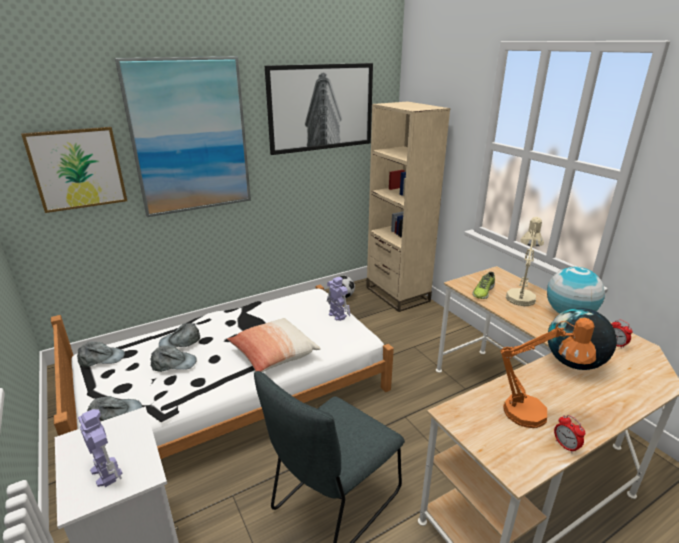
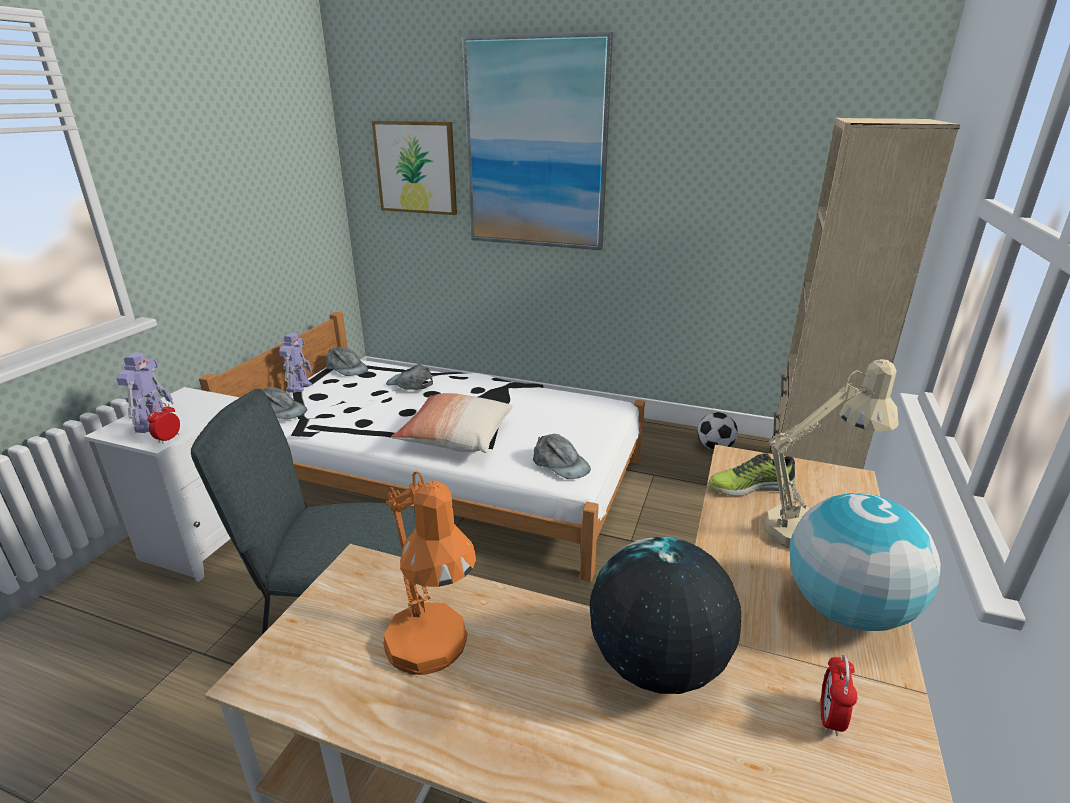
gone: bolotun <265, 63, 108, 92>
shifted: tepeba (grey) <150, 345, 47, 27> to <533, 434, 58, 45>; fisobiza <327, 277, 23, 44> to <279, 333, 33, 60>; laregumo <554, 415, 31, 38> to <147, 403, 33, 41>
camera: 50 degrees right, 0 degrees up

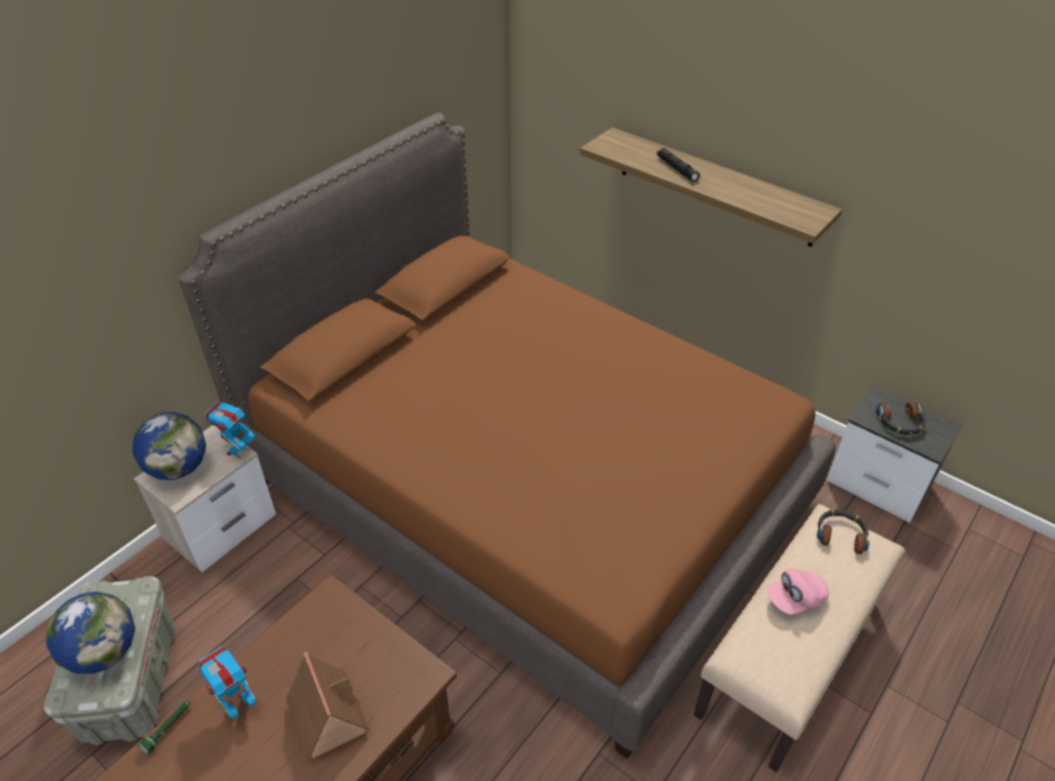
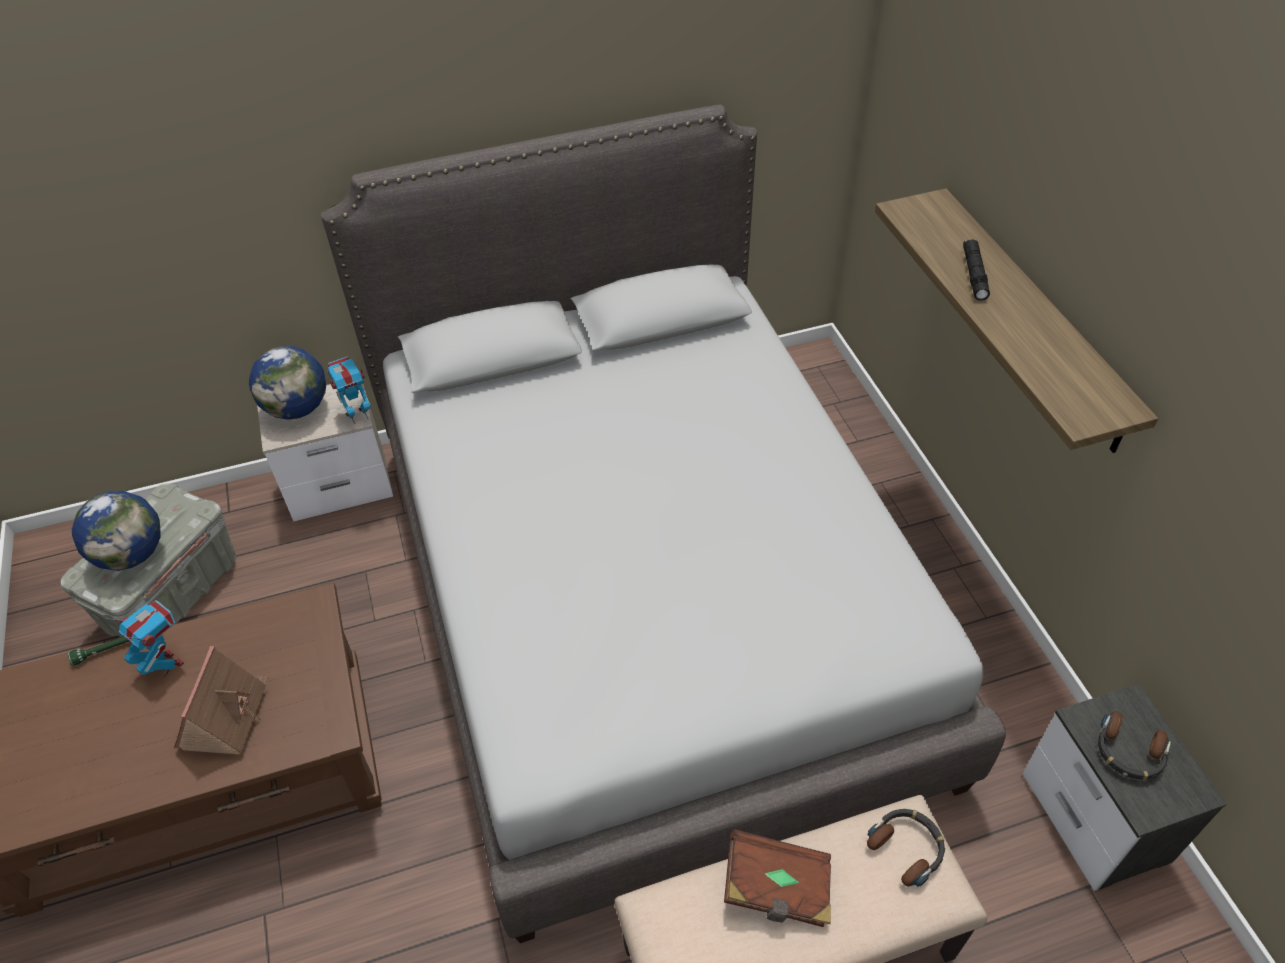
swapped: tepeba (pink) <767, 569, 62, 46> to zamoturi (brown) <724, 829, 107, 98>
repainted: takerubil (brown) <178, 112, 658, 647> to takerubil (grey) <321, 104, 685, 839>
rotated: fisobiza <199, 647, 58, 72> = <105, 600, 79, 77> 45 degrees clockwise
camera: 35 degrees right, 5 degrees up

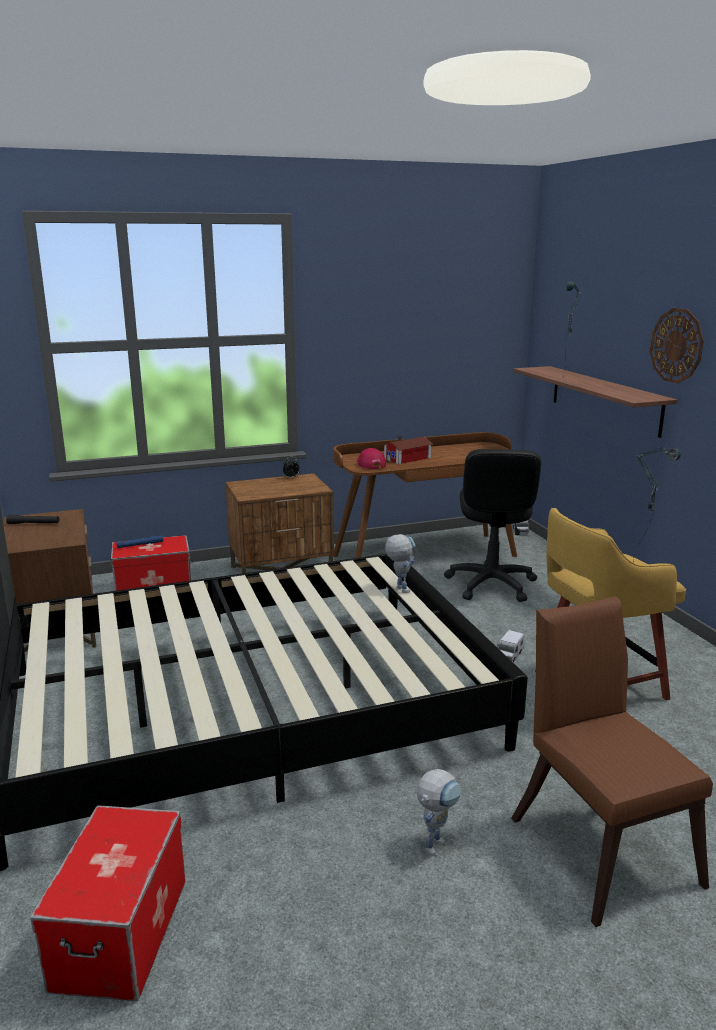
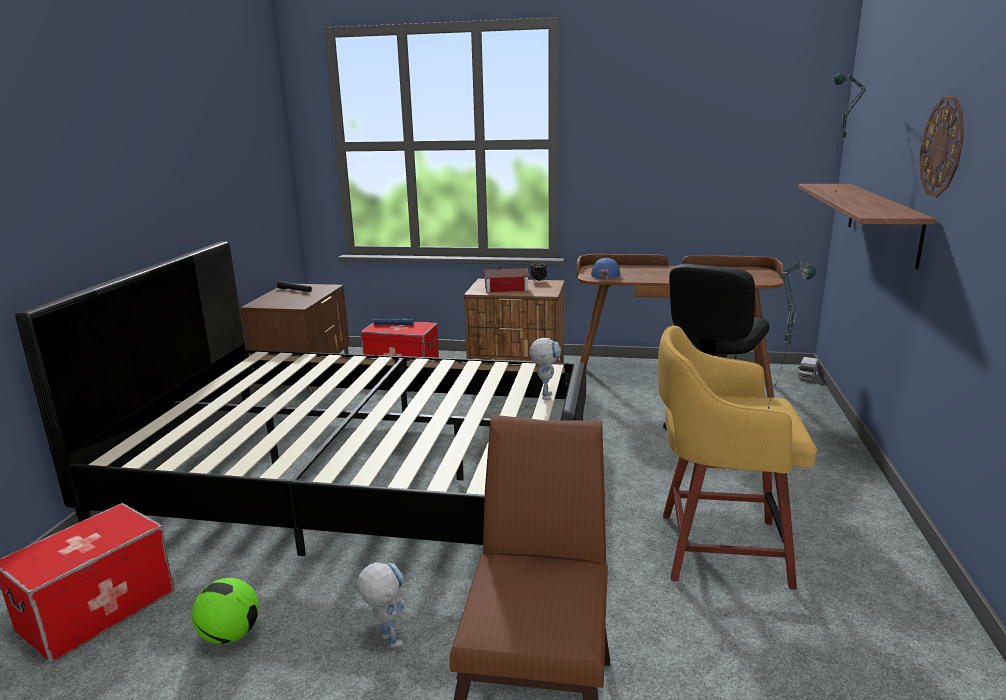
gone: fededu <497, 630, 28, 32>
new: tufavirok <192, 578, 67, 66>
shifted: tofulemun <383, 436, 50, 28> to <484, 265, 45, 27>
repainted: tepeba (red) <356, 448, 30, 21> to tepeba (blue) <591, 258, 29, 21>
rotated: fisobiza <417, 769, 45, 87> = <357, 562, 48, 86> 105 degrees counterclockwise
camera: 30 degrees right, 0 degrees up

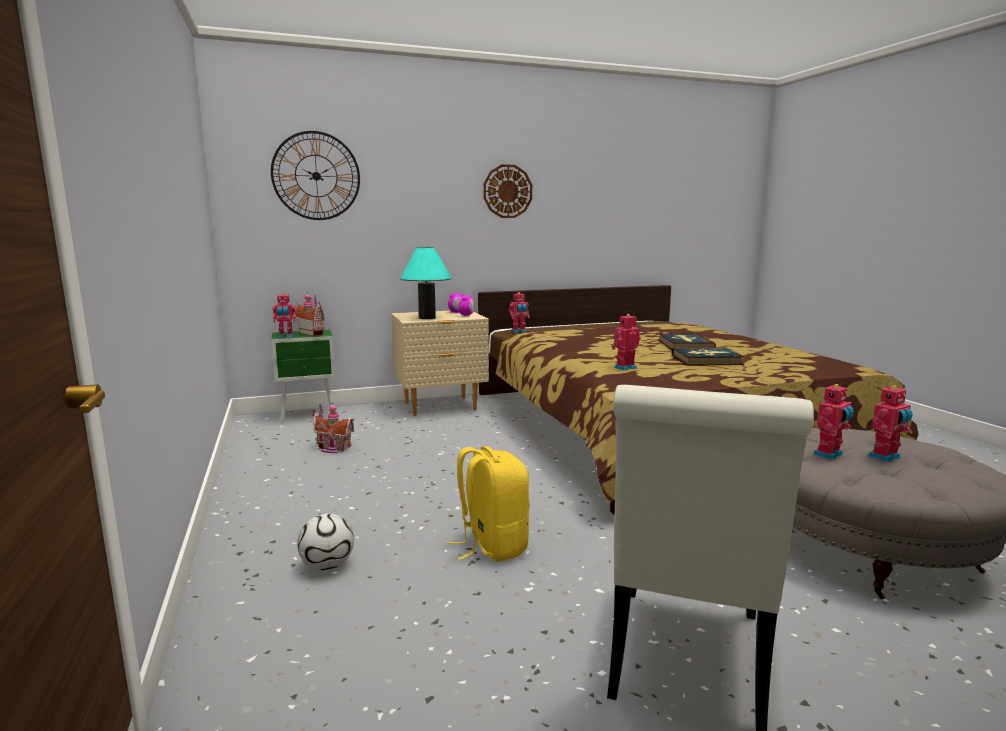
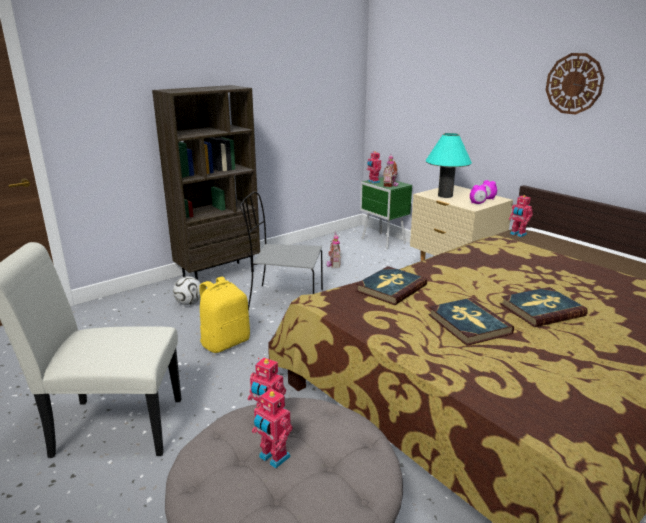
gone: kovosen <271, 131, 89, 89>
new: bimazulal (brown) <152, 85, 108, 195>; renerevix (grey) <240, 192, 83, 119>
swapped: fisobiza <611, 314, 30, 57> to zamoturi <356, 266, 71, 39>
camera: 70 degrees right, 10 degrees up

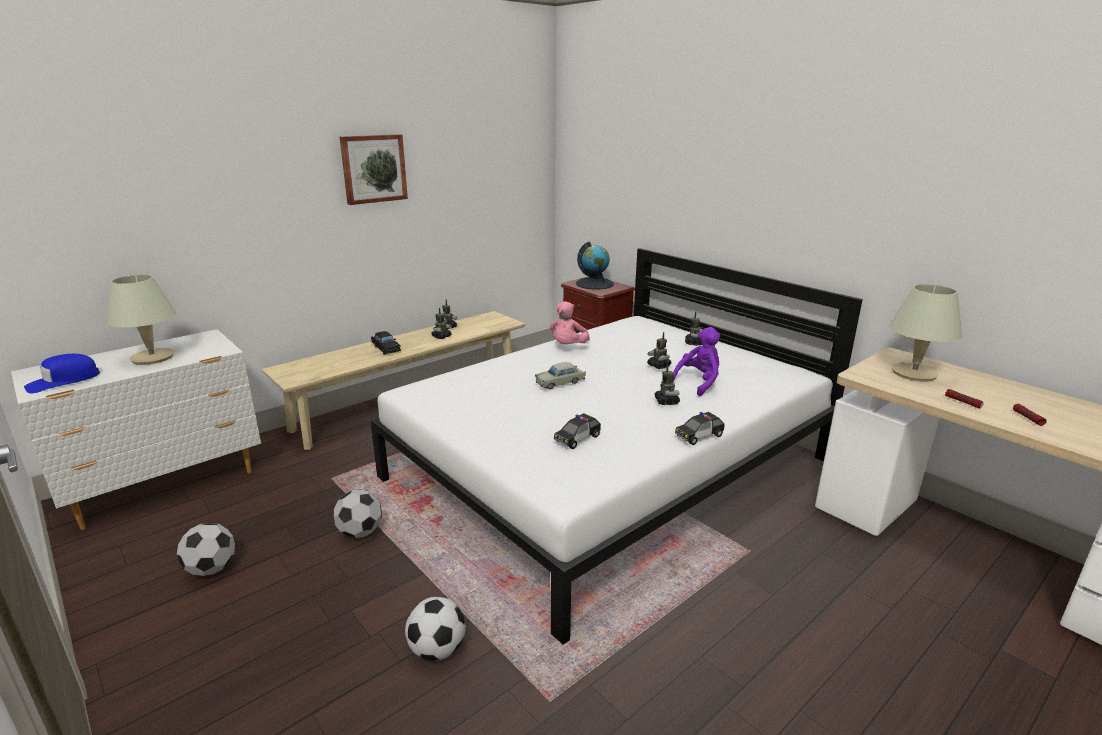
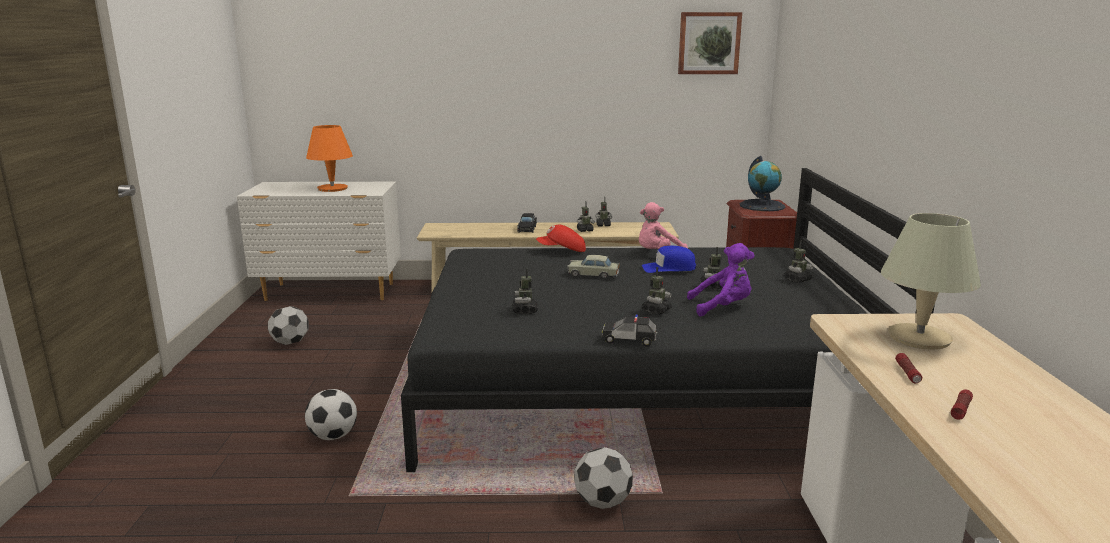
new: tepeba (red) <536, 225, 50, 27>
shifted: tepeba (blue) <24, 354, 76, 40> to <642, 246, 54, 27>; tufavirok <334, 489, 48, 49> to <574, 447, 59, 62>; bolotun <340, 134, 68, 71> to <678, 12, 64, 62>
swapped: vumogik <554, 413, 47, 36> to fisobiza <512, 268, 26, 46>
repainted: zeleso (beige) <107, 274, 69, 91> to zeleso (orange) <306, 125, 47, 67>; takerubil (white) <370, 248, 493, 397> to takerubil (black) <401, 168, 534, 304>
camera: 40 degrees right, 5 degrees down

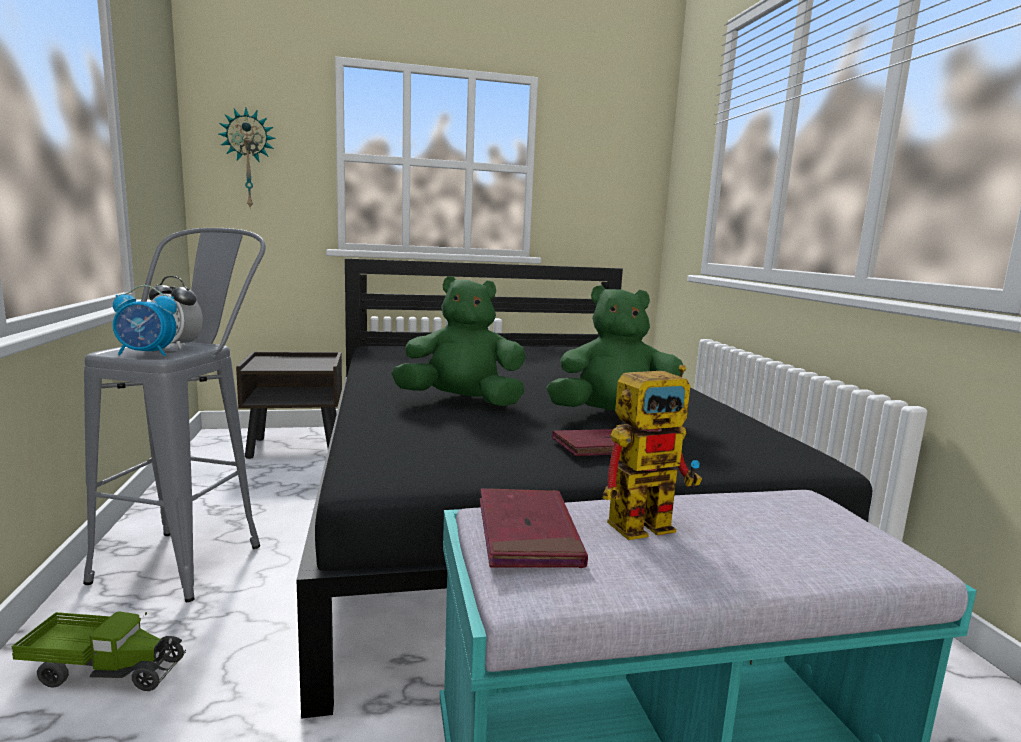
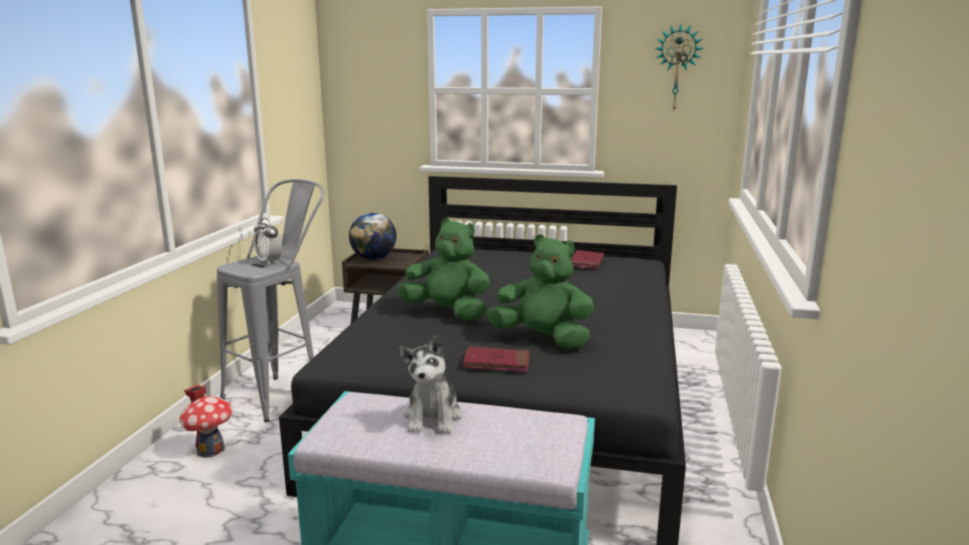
gone: laregumo <113, 285, 64, 71>
new: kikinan <349, 213, 48, 47>
shifted: kovosen <219, 108, 57, 102> to <655, 24, 49, 86>; zamoturi (red) <480, 488, 108, 80> to <571, 250, 33, 20>
swapped: fededu <11, 611, 175, 80> to tofulemun <180, 384, 52, 73>; fisobiza <603, 365, 99, 175> to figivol <400, 336, 62, 97>
camera: 25 degrees right, 5 degrees up

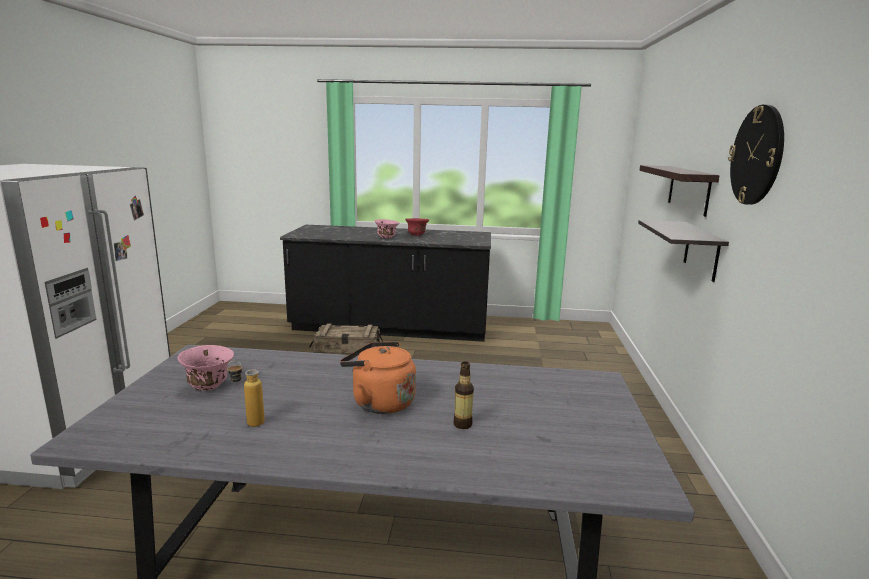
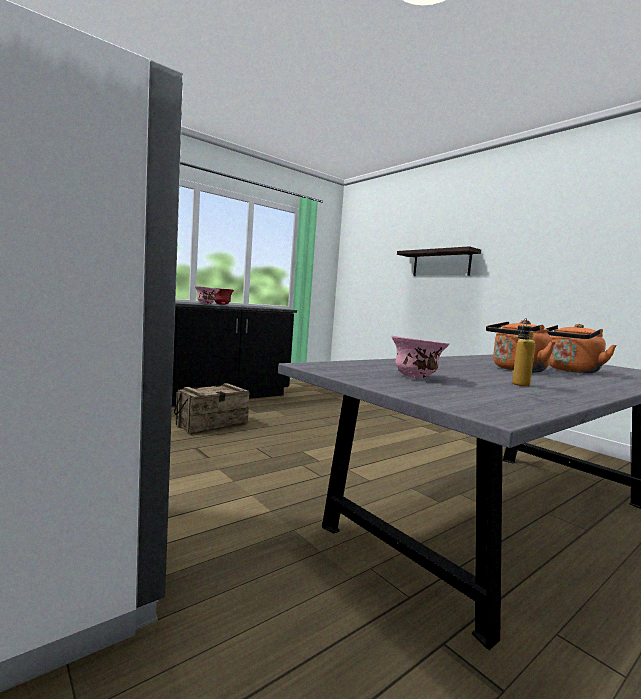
gone: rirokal <638, 220, 91, 62>; kovosen <728, 105, 56, 100>
swapped: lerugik <453, 361, 21, 68> to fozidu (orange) <546, 324, 71, 49>
camera: 45 degrees left, 10 degrees down

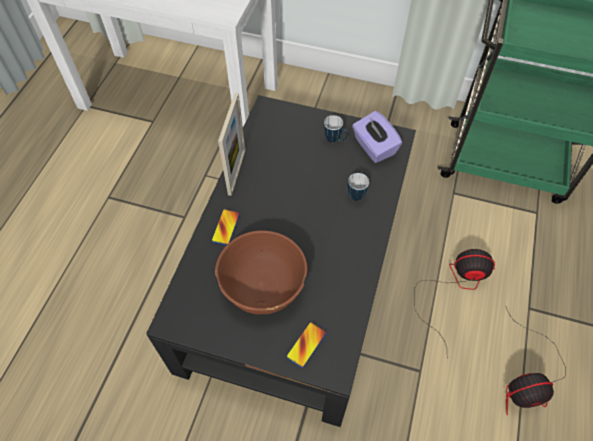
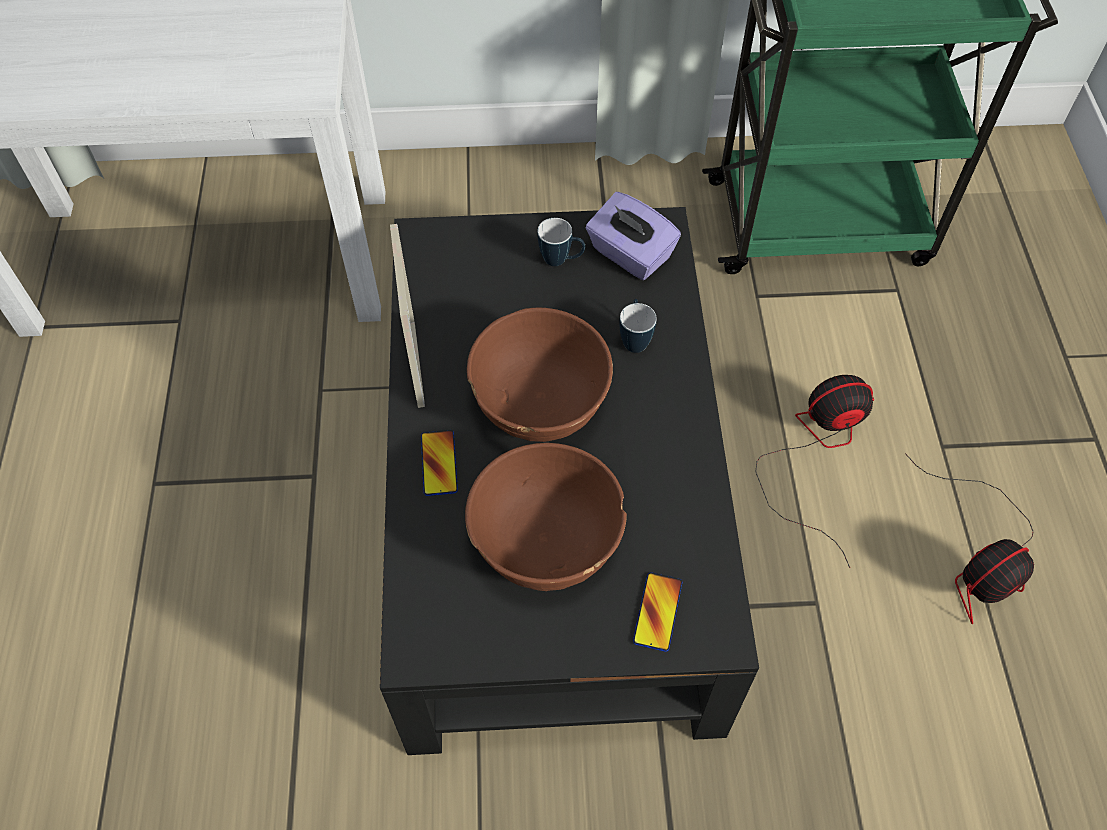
new: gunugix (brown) <467, 307, 146, 135>
camera: 20 degrees left, 0 degrees up

